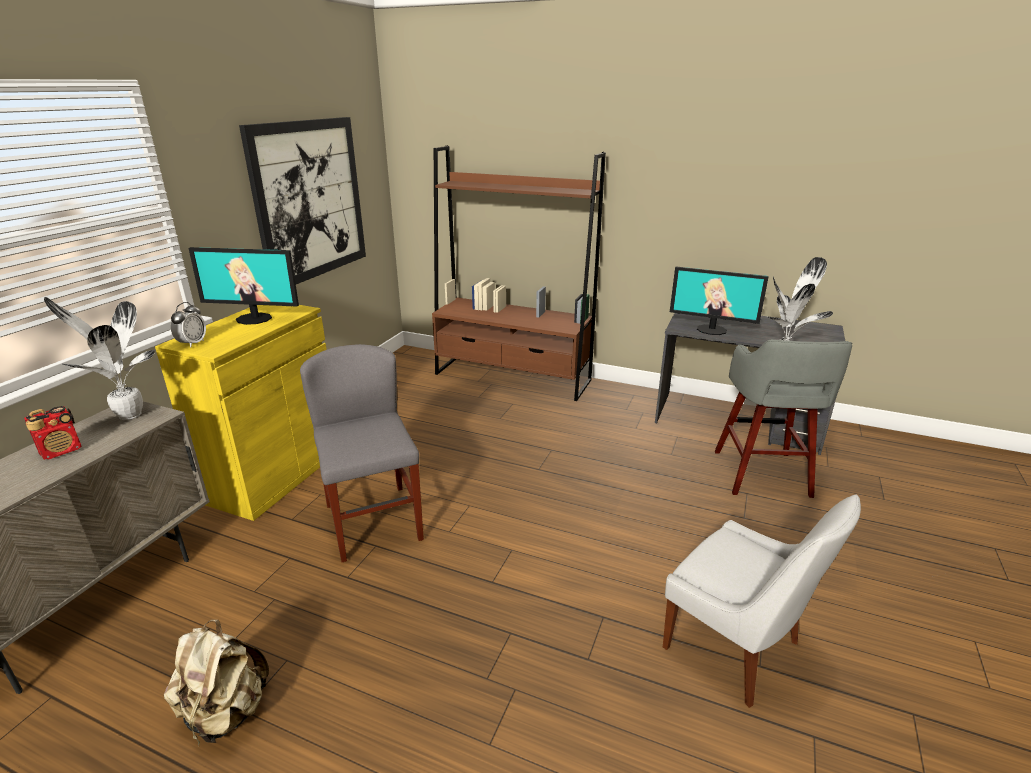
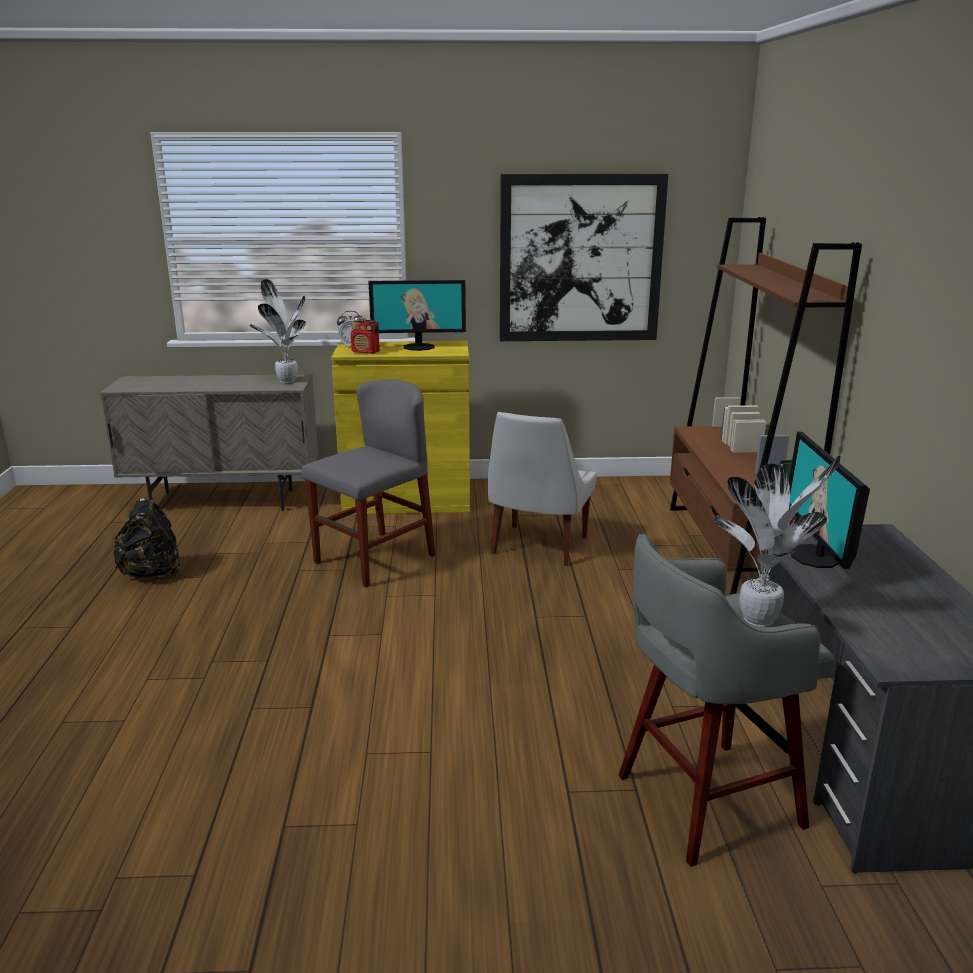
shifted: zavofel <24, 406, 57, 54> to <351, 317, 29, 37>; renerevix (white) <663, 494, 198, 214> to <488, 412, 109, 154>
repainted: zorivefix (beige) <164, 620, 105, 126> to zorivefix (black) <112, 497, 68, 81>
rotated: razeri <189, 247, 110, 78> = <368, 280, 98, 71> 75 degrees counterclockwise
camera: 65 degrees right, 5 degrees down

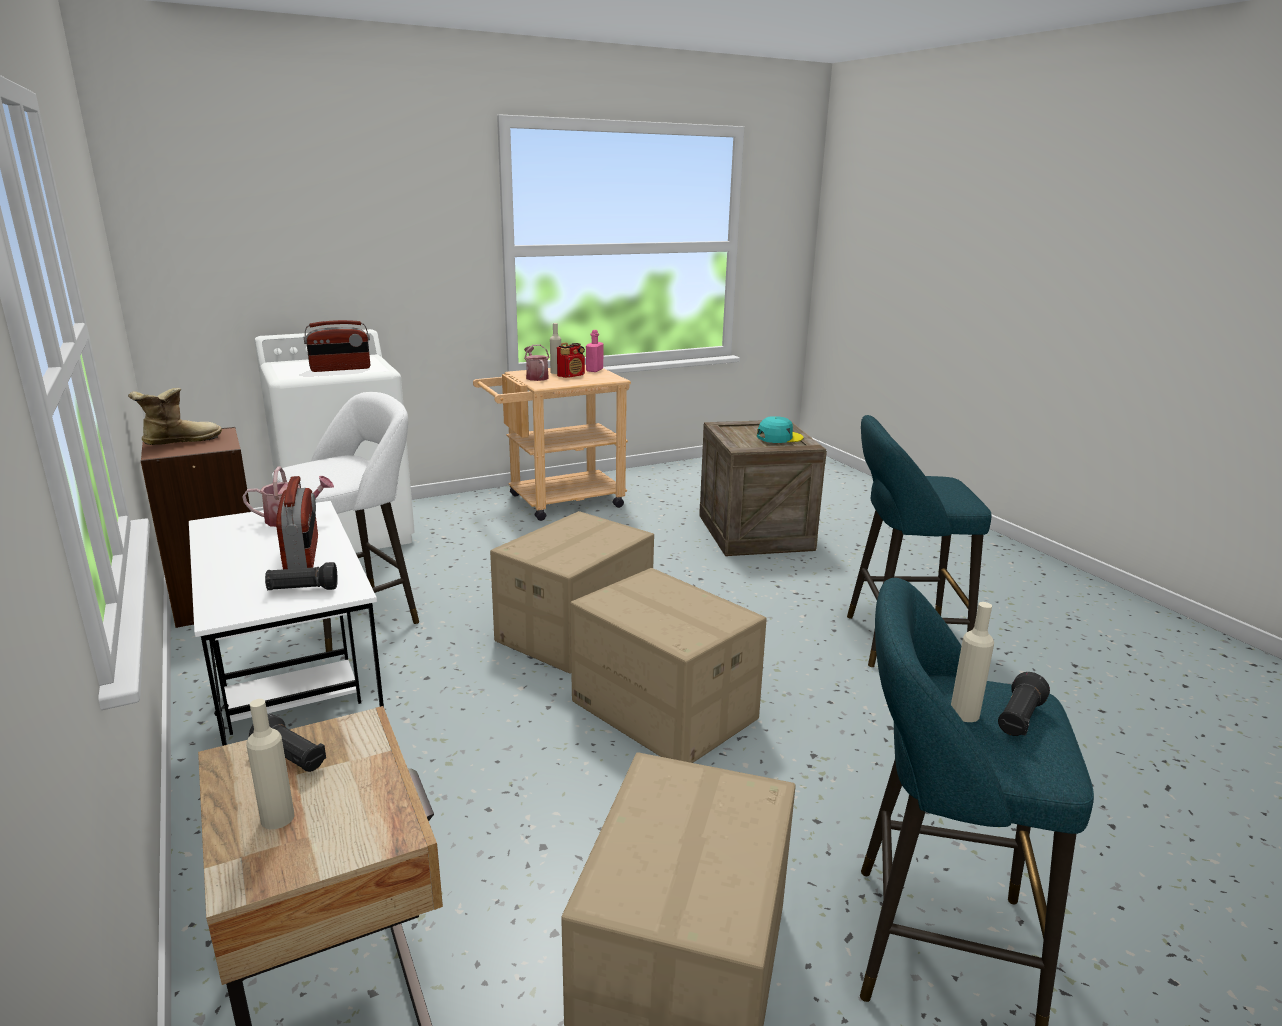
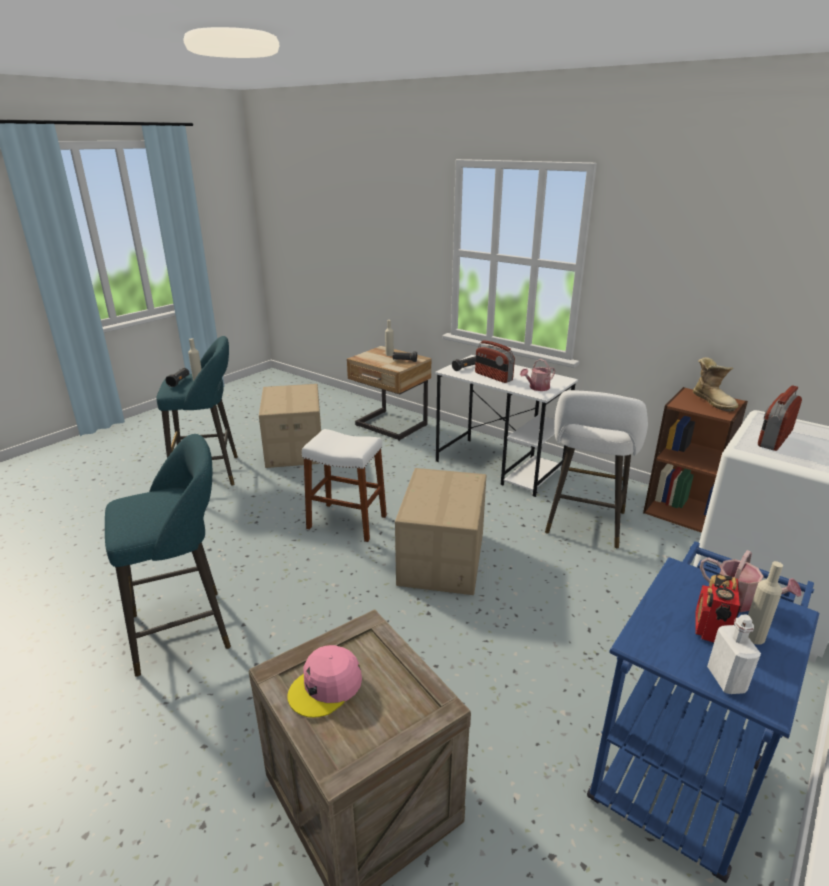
swapped: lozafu <570, 568, 197, 195> to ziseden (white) <302, 429, 85, 113>
repainted: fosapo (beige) <473, 365, 158, 156> to fosapo (blue) <587, 541, 232, 342>; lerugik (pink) <586, 330, 18, 42> to lerugik (white) <707, 615, 54, 79>; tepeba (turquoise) <757, 416, 46, 27> to tepeba (pink) <287, 645, 75, 73>
rotated: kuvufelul <128, 388, 94, 57> = <693, 357, 45, 55> 45 degrees counterclockwise
camera: 155 degrees right, 5 degrees up

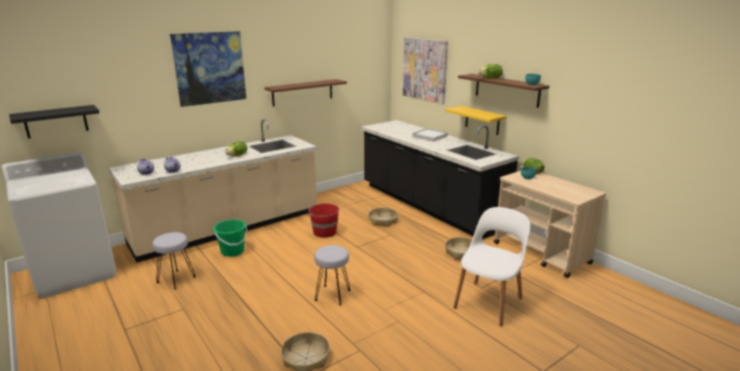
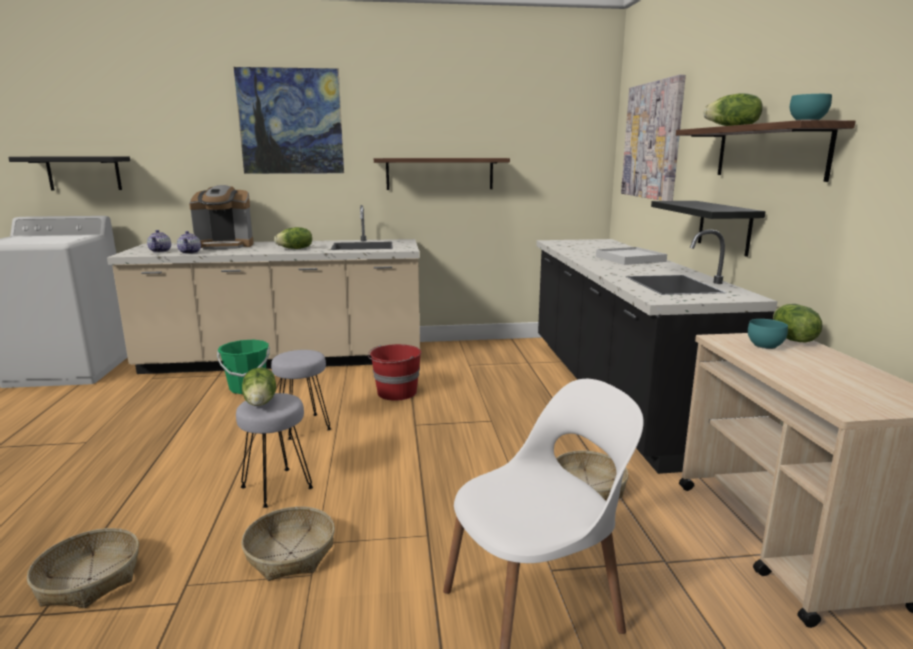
new: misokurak <189, 185, 64, 64>; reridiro <242, 367, 34, 39>
shifted: ziseden (grey) <152, 232, 44, 57> to <271, 350, 60, 90>; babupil <368, 208, 30, 19> to <242, 506, 93, 75>
repainted: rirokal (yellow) <445, 106, 62, 29> to rirokal (black) <651, 201, 115, 56>
camera: 30 degrees right, 5 degrees down

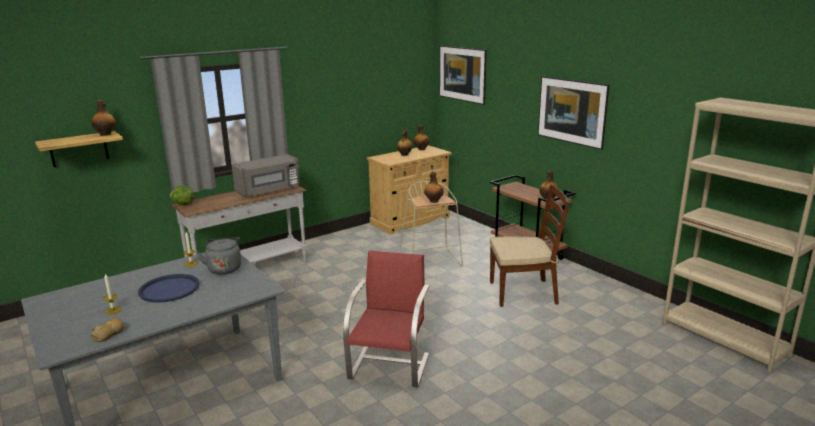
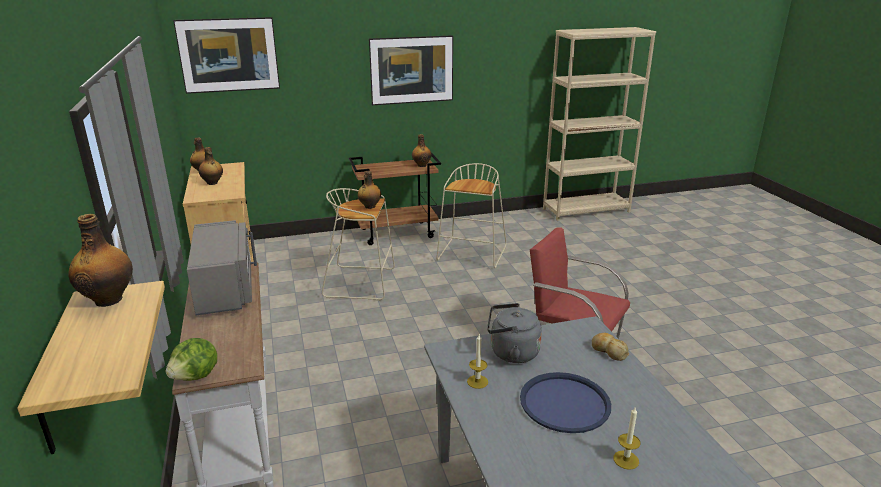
shifted: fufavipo <91, 318, 33, 24> to <592, 333, 37, 28>
swapped: renerevix (brown) <489, 184, 81, 123> to ziseden (beige) <437, 163, 70, 105>
camera: 70 degrees left, 5 degrees up

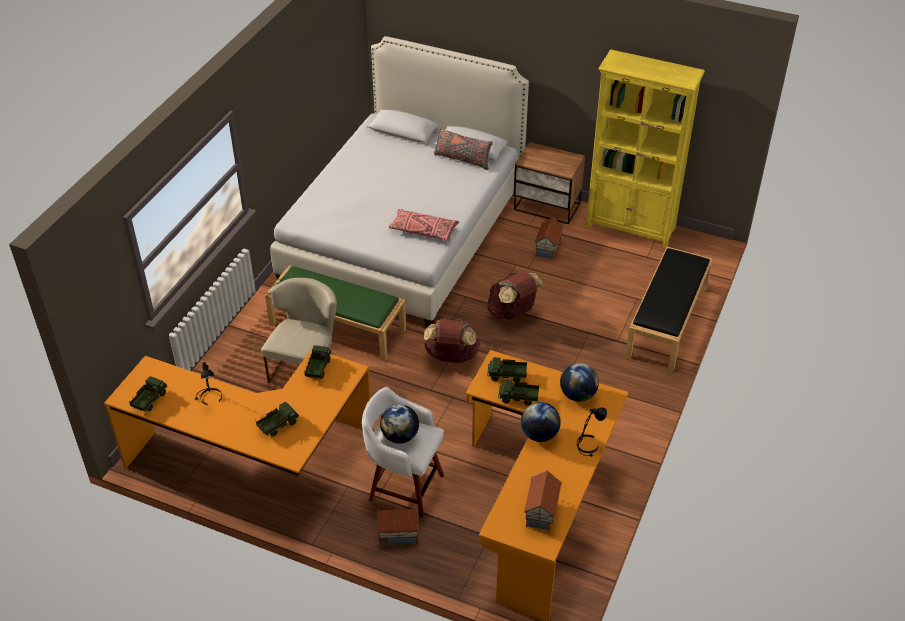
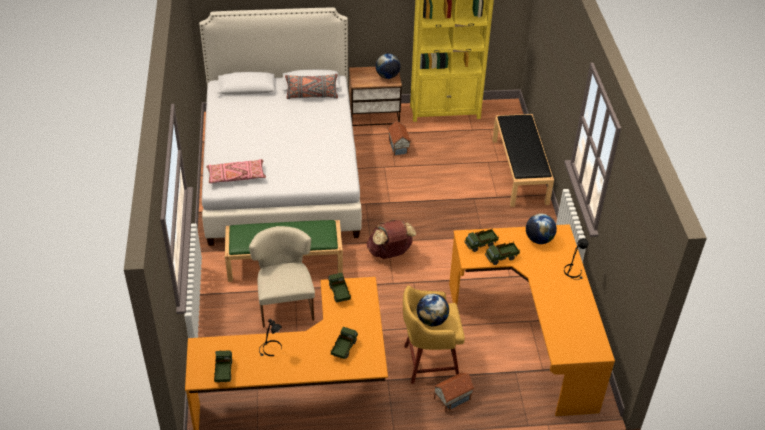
gone: zorivefix (brown) <487, 272, 57, 48>; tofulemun <524, 470, 38, 61>
shifted: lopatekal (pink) <389, 209, 70, 32> to <206, 159, 60, 24>; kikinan <521, 402, 40, 40> to <376, 54, 24, 25>
repainted: ziseden (white) <362, 387, 82, 131> to ziseden (yellow) <403, 285, 62, 99>
camera: 30 degrees left, 0 degrees up

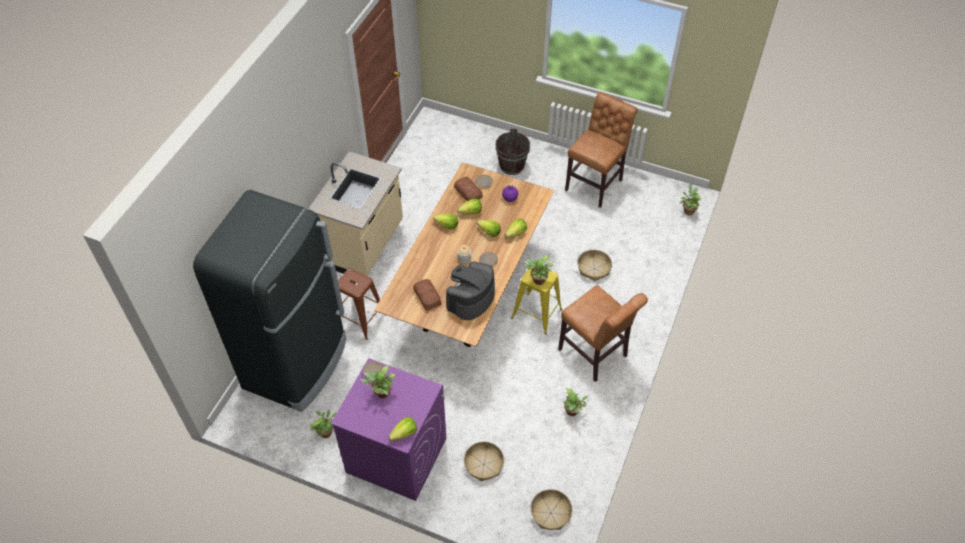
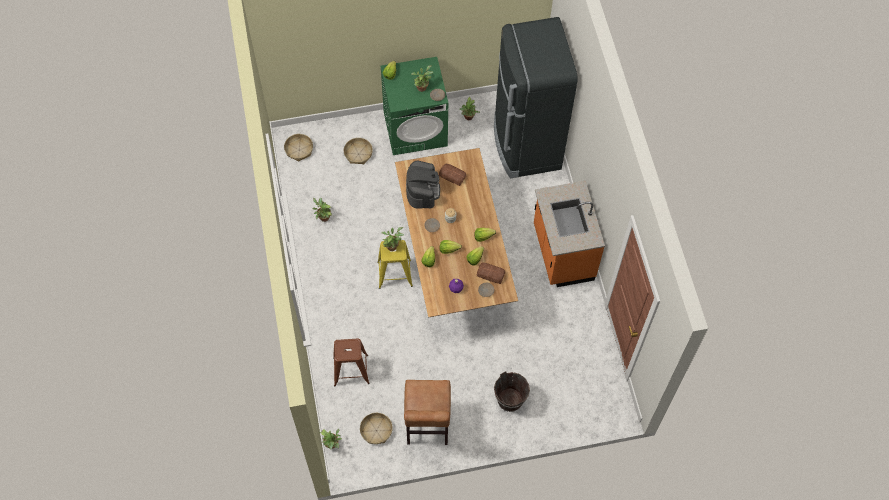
gone: renerevix (brown) <558, 285, 90, 97>
shifted: ziseden (brown) <338, 268, 42, 72> to <333, 338, 37, 48>; babupil <578, 250, 34, 31> to <360, 413, 33, 31>
repainted: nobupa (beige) <309, 152, 94, 124> to nobupa (orange) <534, 181, 71, 106>; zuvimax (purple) <331, 358, 115, 143> to zuvimax (green) <380, 57, 68, 98>
camera: 145 degrees right, 10 degrees up

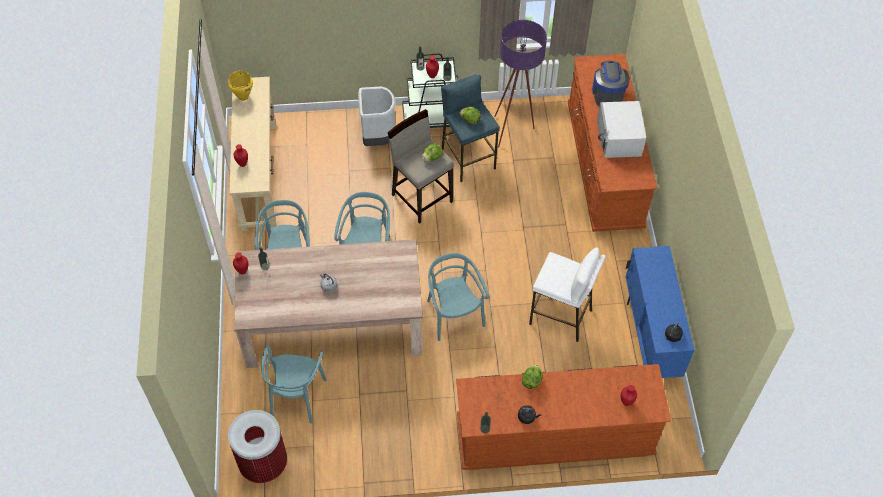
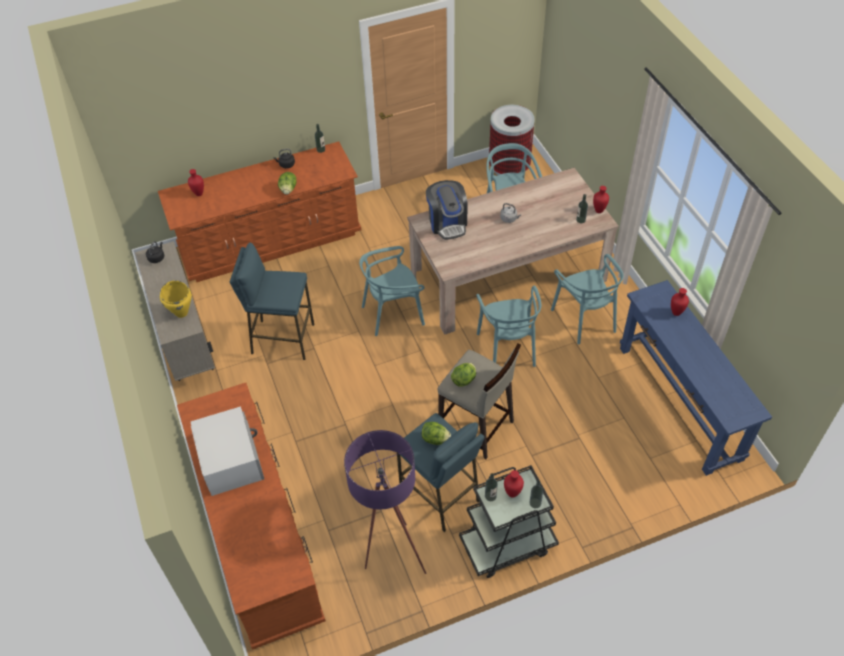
gone: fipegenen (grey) <358, 87, 38, 59>
shifted: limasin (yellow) <228, 71, 25, 30> to <160, 281, 32, 37>; misokurak <592, 61, 38, 45> to <426, 180, 42, 60>
repainted: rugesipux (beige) <229, 77, 47, 154> to rugesipux (blue) <620, 280, 152, 196>; ziseden (white) <529, 247, 77, 95> to ziseden (blue) <230, 242, 84, 118>; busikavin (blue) <626, 246, 68, 132> to busikavin (beige) <135, 241, 80, 140>
rotated: renerevix (turquoise) <427, 253, 62, 88> = <359, 246, 66, 90> 105 degrees clockwise
camera: 165 degrees right, 5 degrees down

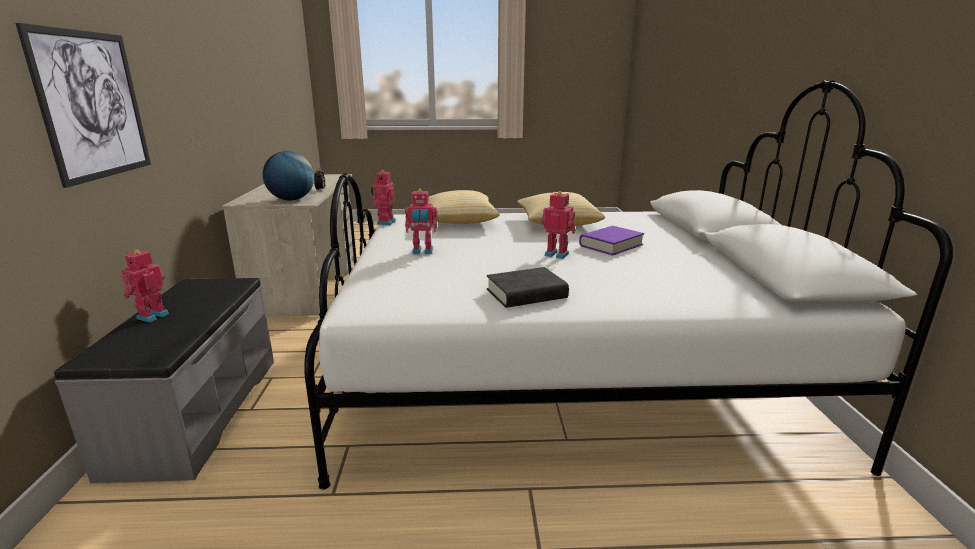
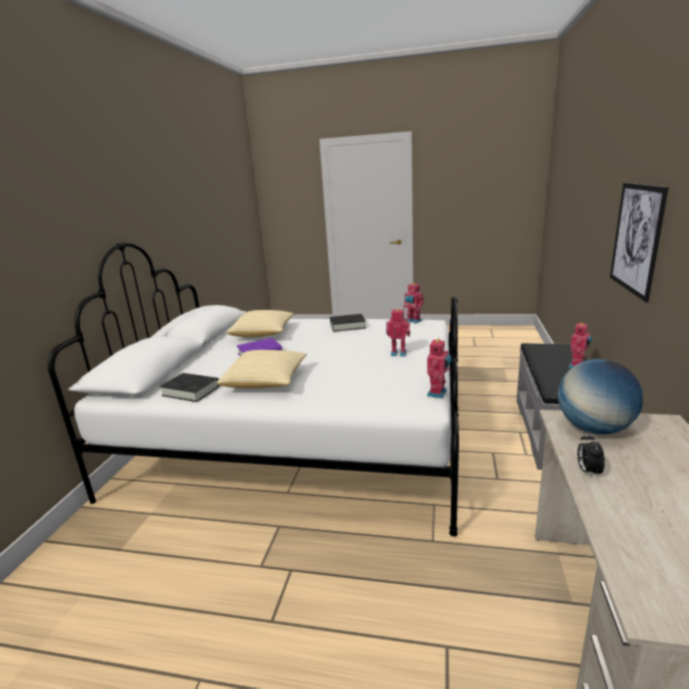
new: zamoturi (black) <160, 373, 60, 29>
shifted: lopatekal <428, 190, 71, 34> to <227, 310, 67, 27>; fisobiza <541, 191, 35, 68> to <403, 283, 21, 41>
camera: 165 degrees left, 0 degrees up

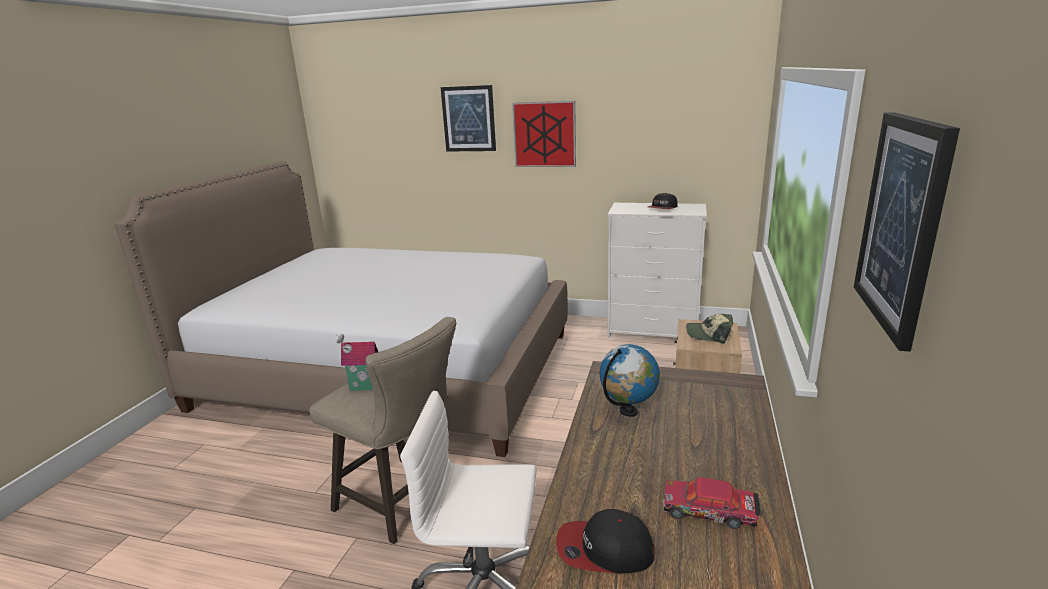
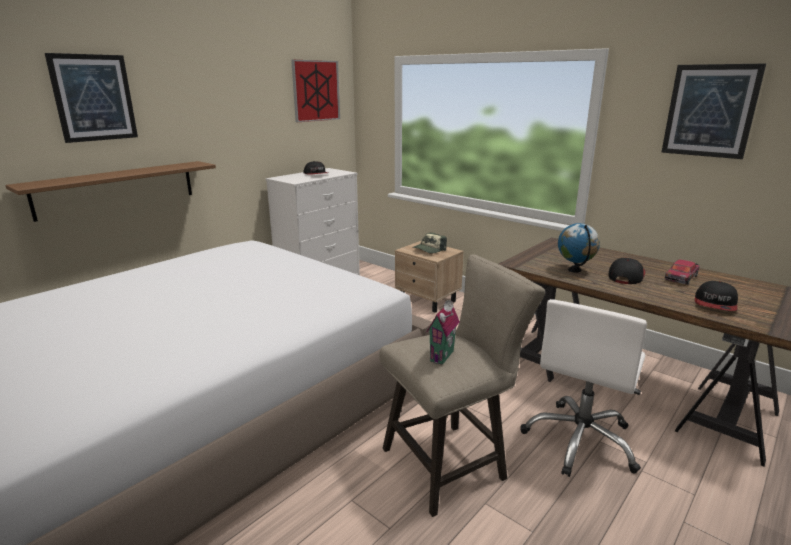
new: rirokal (brown) <5, 161, 211, 61>; tepeba <609, 258, 37, 26>
shifted: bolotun <512, 101, 64, 66> to <291, 60, 49, 62>
camera: 65 degrees left, 0 degrees up

